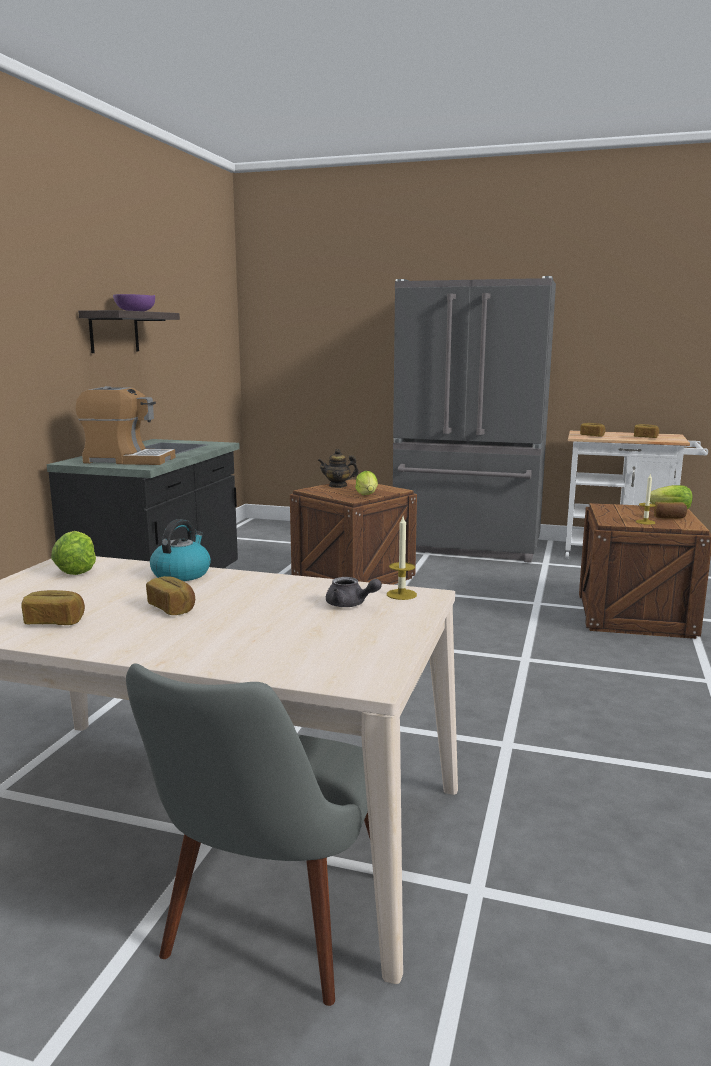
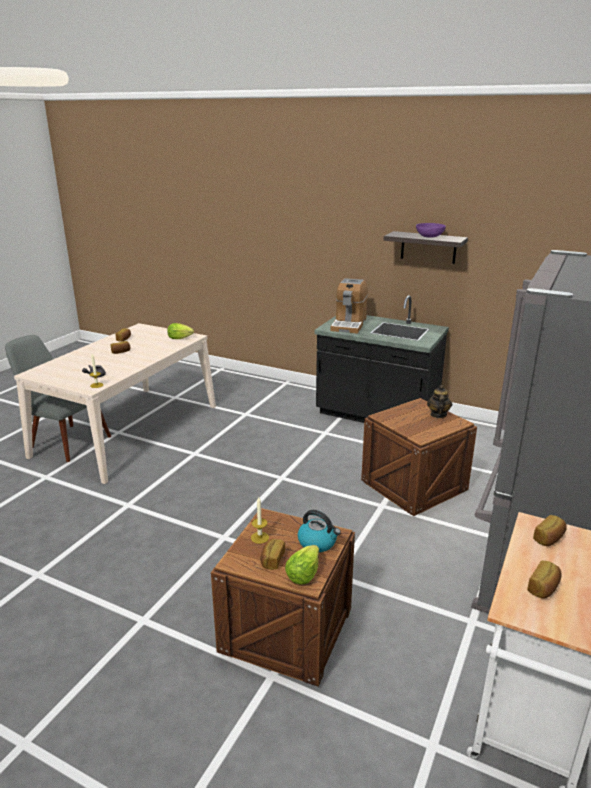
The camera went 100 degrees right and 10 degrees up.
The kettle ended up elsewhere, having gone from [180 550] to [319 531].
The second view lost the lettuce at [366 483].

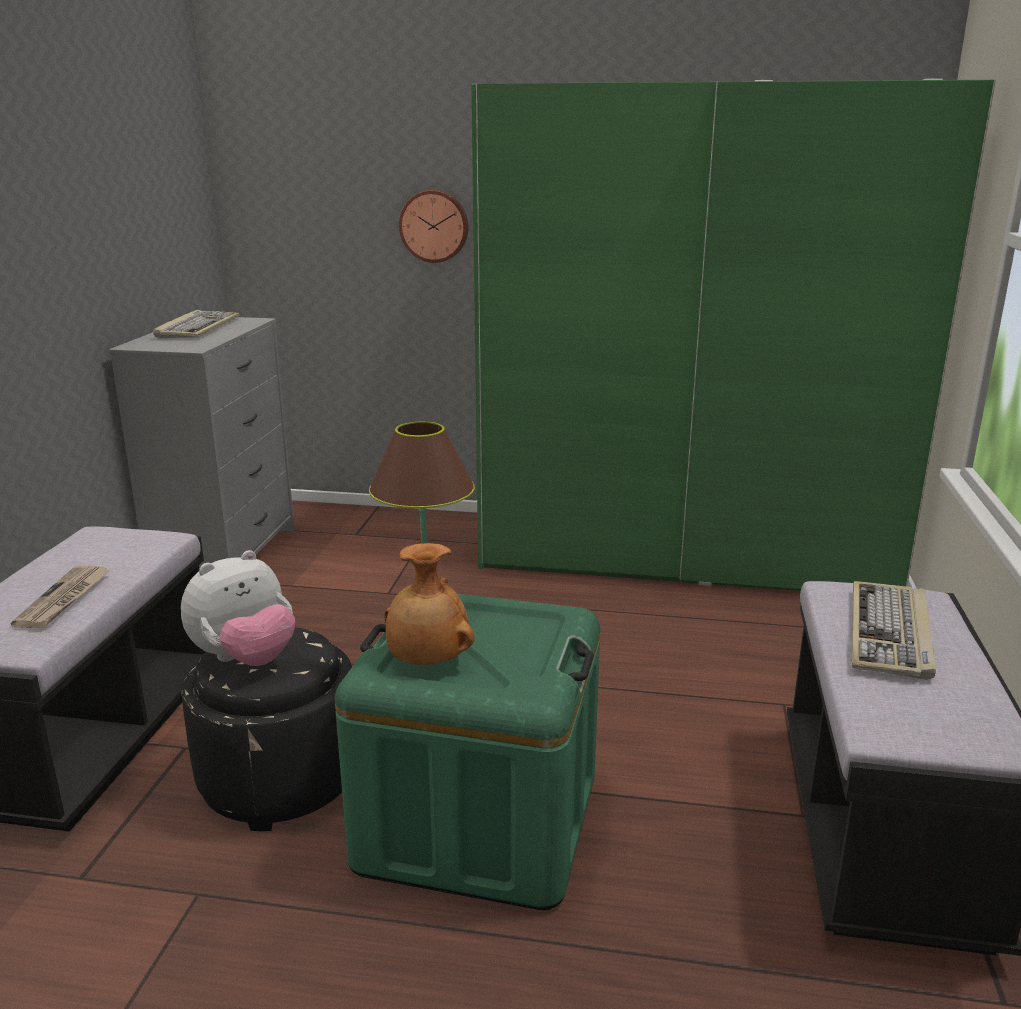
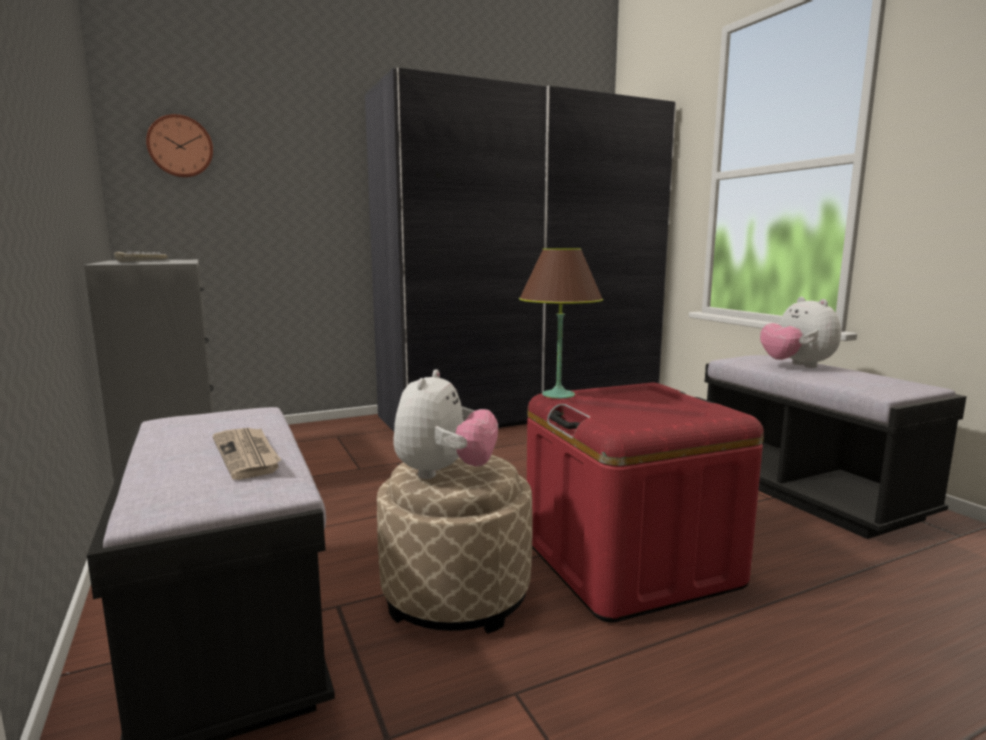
The camera went 35 degrees left and 10 degrees down.
The wall clock ended up elsewhere, having gone from [433 226] to [179 146].
What was the green wardrobe at [733 335] turned into the grey wardrobe at [520 249].
What was the black ottoman at [266 729] turned into the beige ottoman at [454 544].
What was the green storage box at [468 752] turned into the red storage box at [645 502].
Where the keyboard stood at [894 630], the plush toy came to stand at [800 332].
The second view lost the brown vase at [429 604].

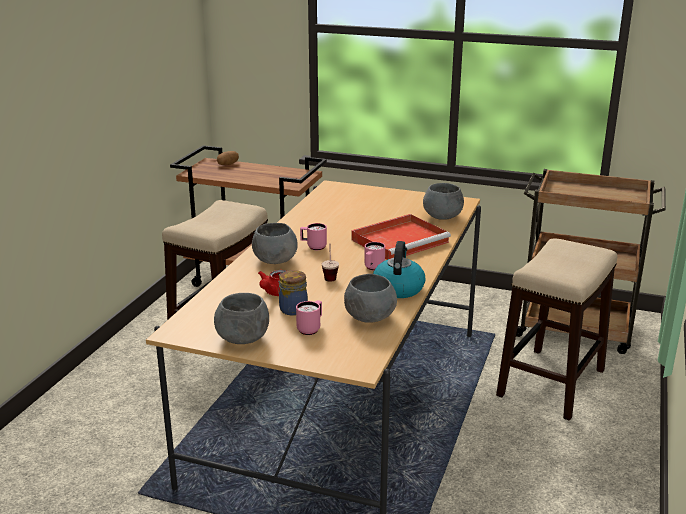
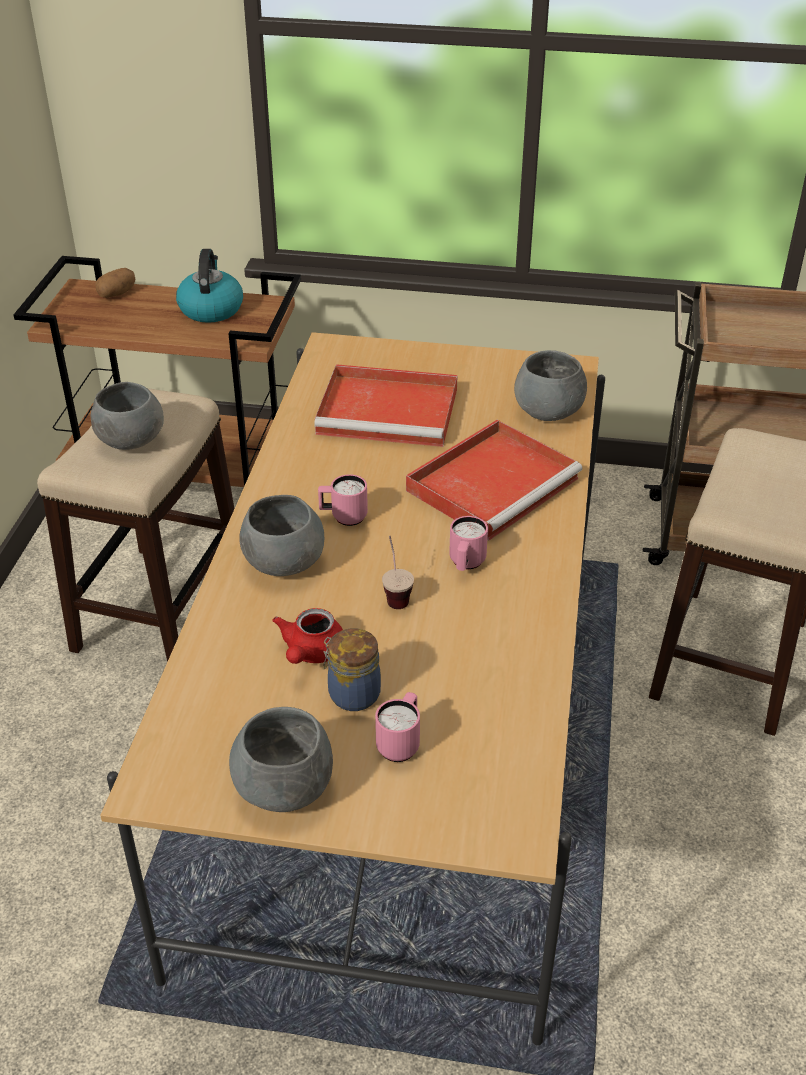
The camera went 10 degrees left and 15 degrees up.
The grey bowl ended up elsewhere, having gone from [370 298] to [127 416].
The kettle ended up elsewhere, having gone from [399 269] to [209 286].
The second view gained the red tray at [386 405].

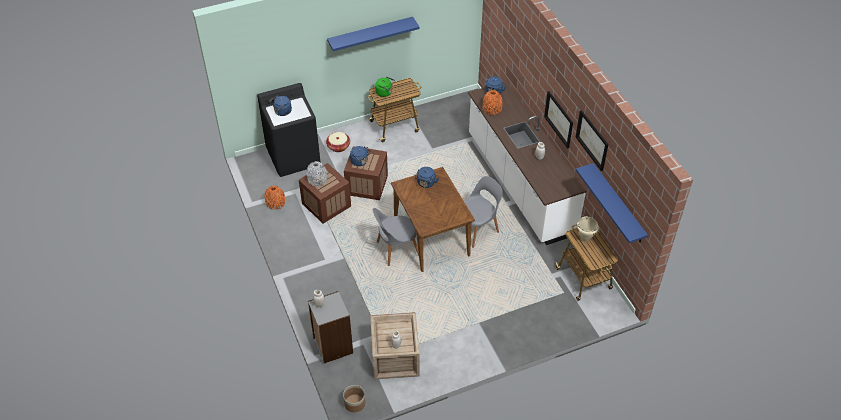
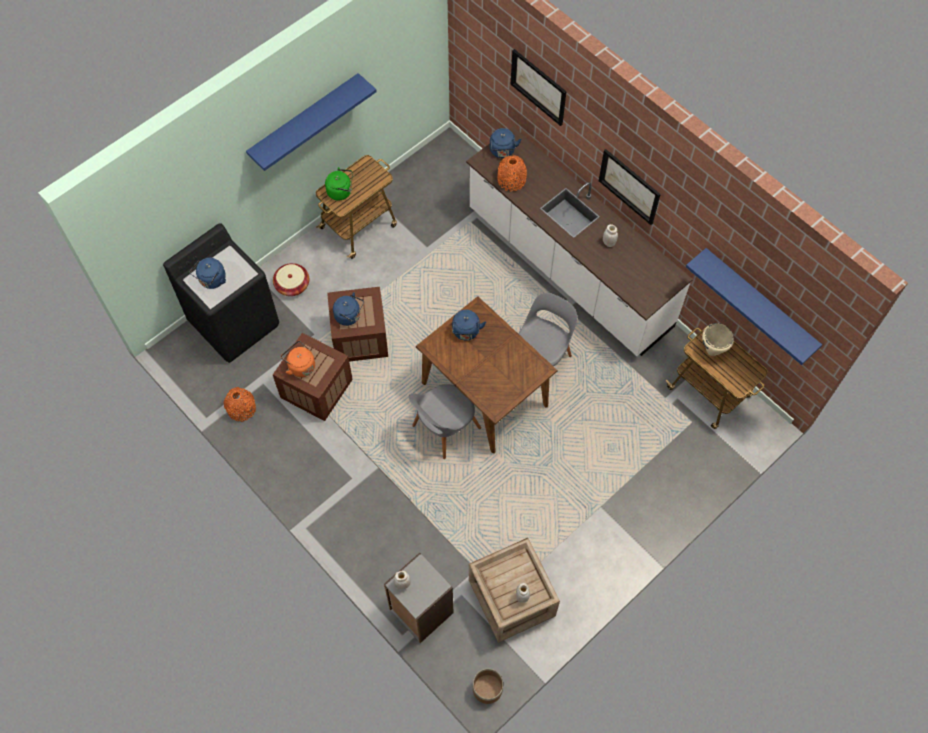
The camera went 20 degrees left and 15 degrees up.
Where the grey vase stood at [317 174], the orange kettle came to stand at [298 359].
The picture ended up elsewhere, having gone from [592 140] to [538 87].

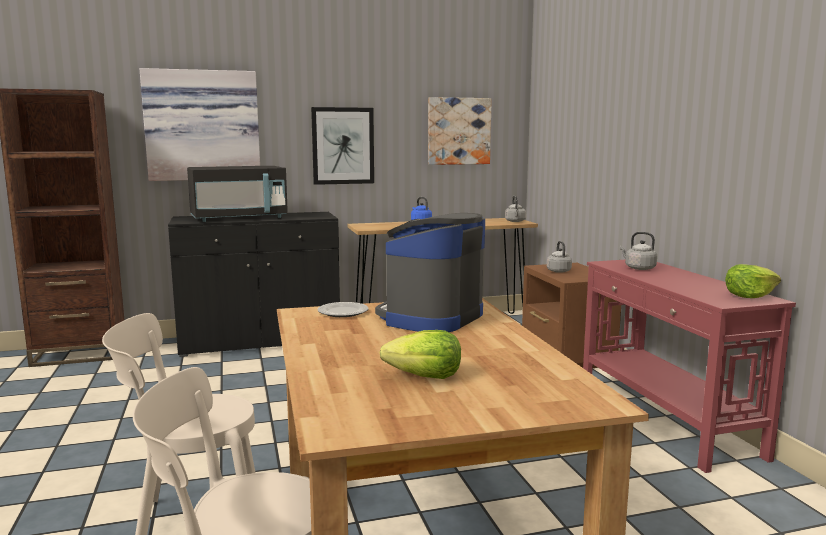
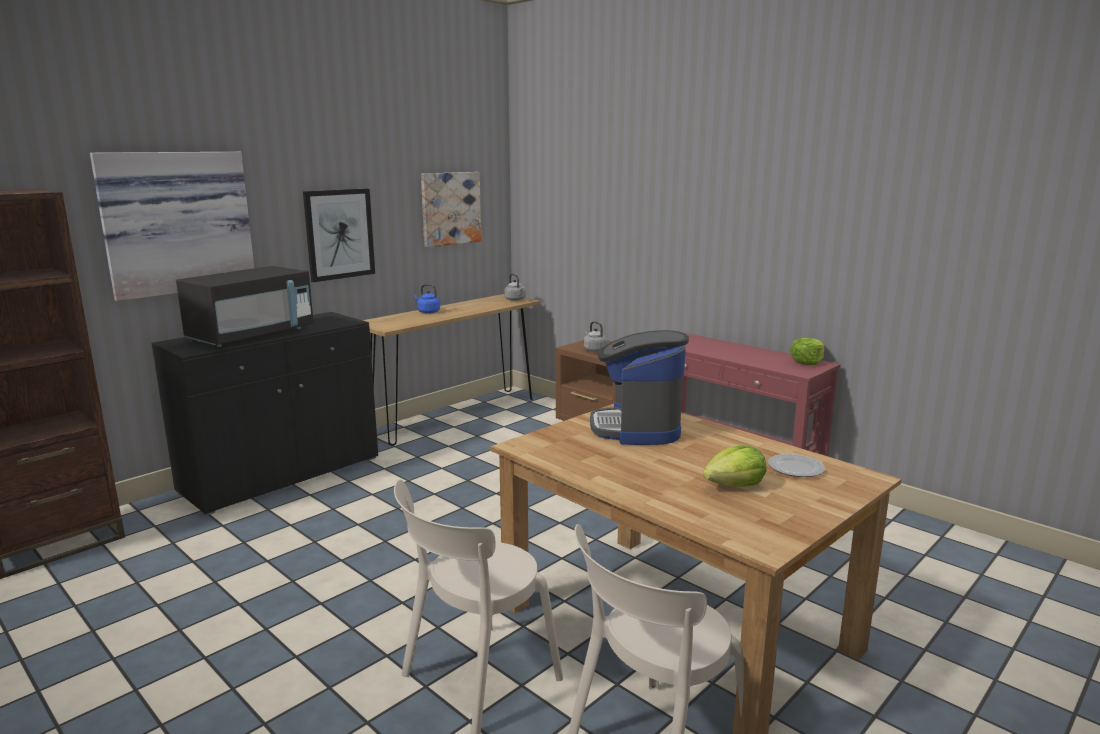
The camera went 30 degrees left and 5 degrees up.
The plate ended up elsewhere, having gone from [342 309] to [796 465].
The second view lost the grey kettle at [638 251].

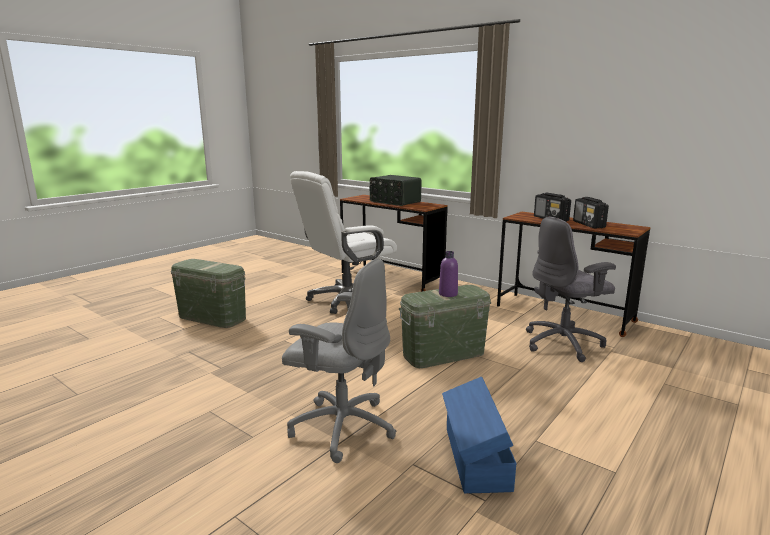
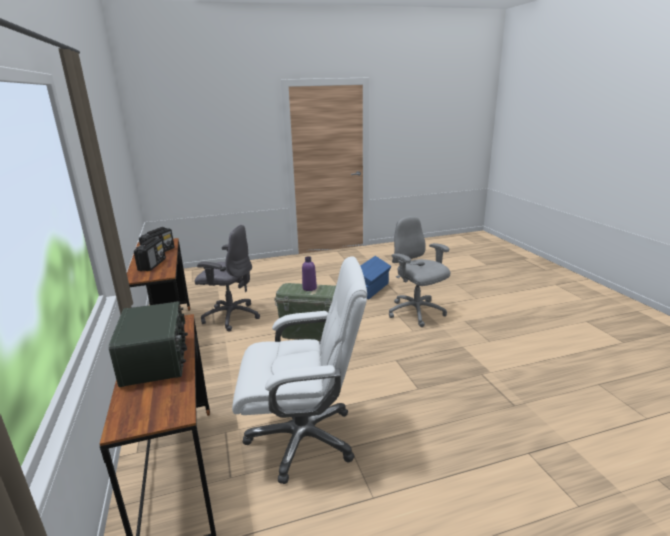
The camera went 145 degrees left and 5 degrees up.
The second view lost the green storage box at [208 293].

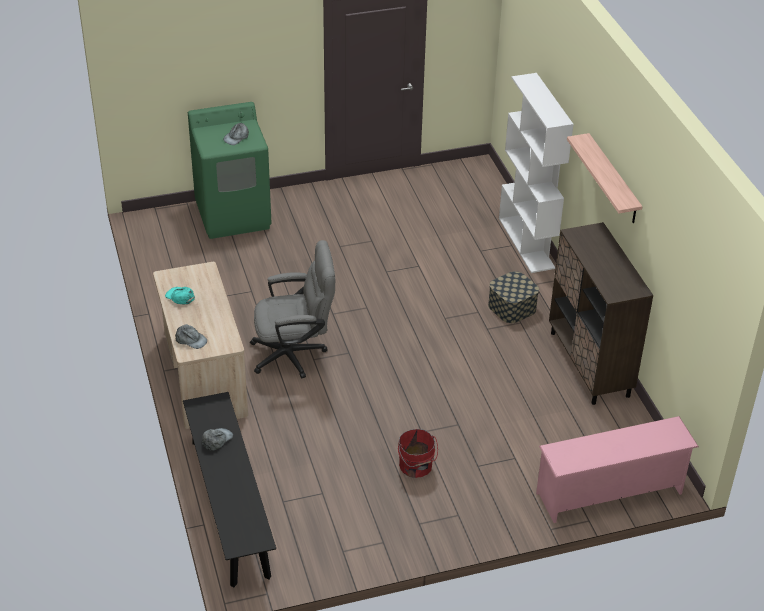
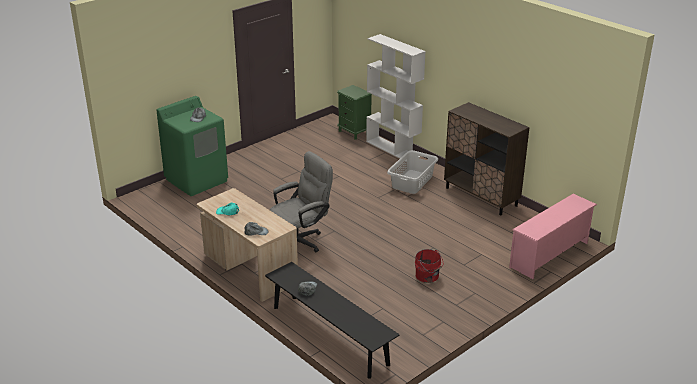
The camera went 25 degrees left and 10 degrees down.
The second view gained the green nightstand at [354 112].
Where the storage box stood at [513 297], the grey laundry basket came to stand at [412 172].
The second view lost the shelf at [604 178].

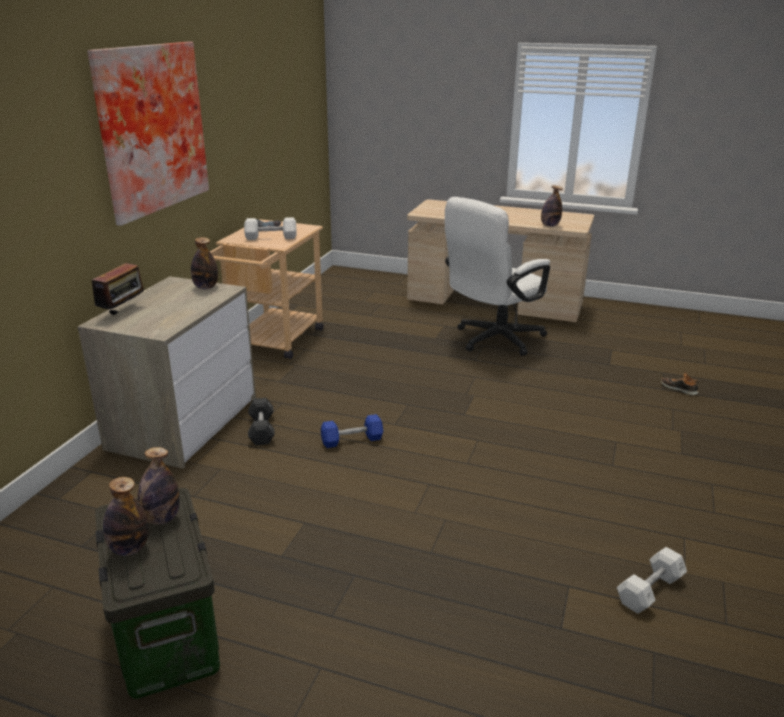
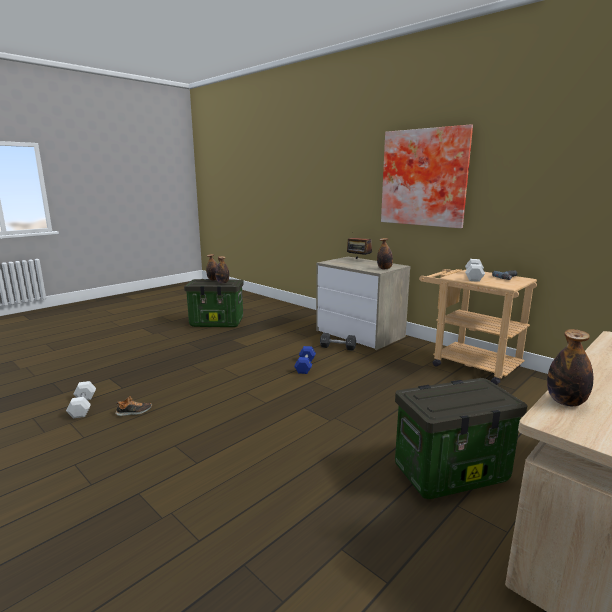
The camera went 115 degrees right and 10 degrees down.
The shoe ended up elsewhere, having gone from [680 384] to [133 406].
Where the white office chair stood at [497 276], the storage box came to stand at [461 438].

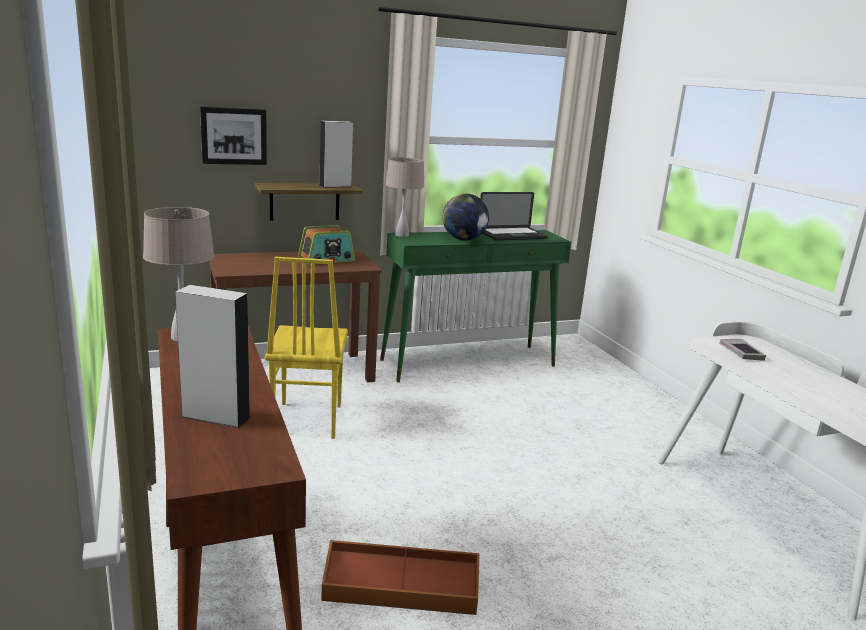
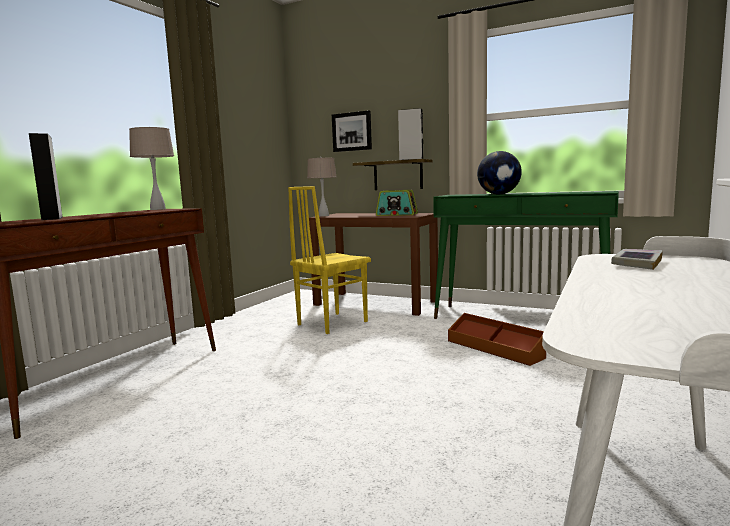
The camera went 50 degrees right and 10 degrees down.
The beige table lamp ended up elsewhere, having gone from [404 197] to [321 187].
The brown storage box ended up elsewhere, having gone from [400 577] to [497 339].
The second view lost the laptop at [514 216].

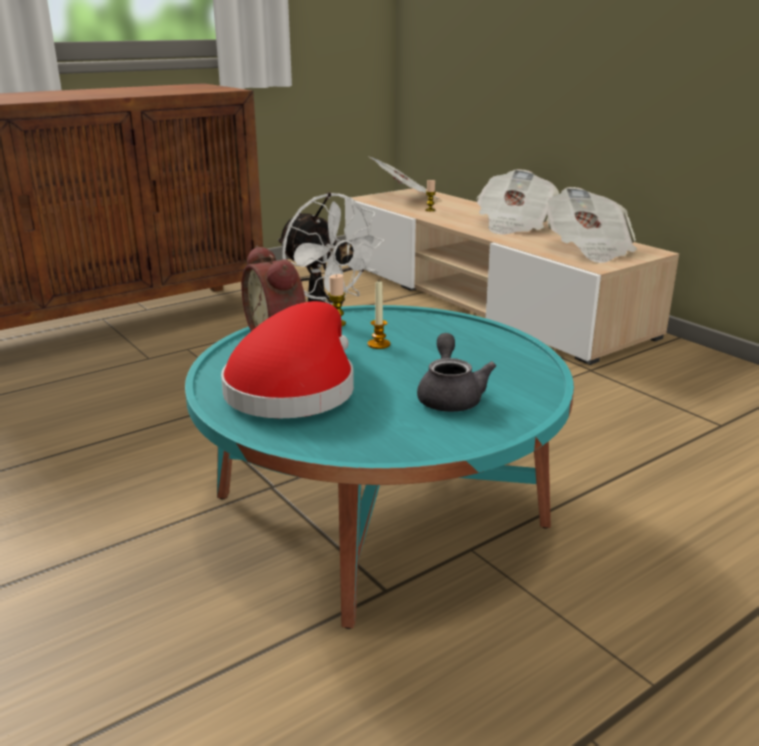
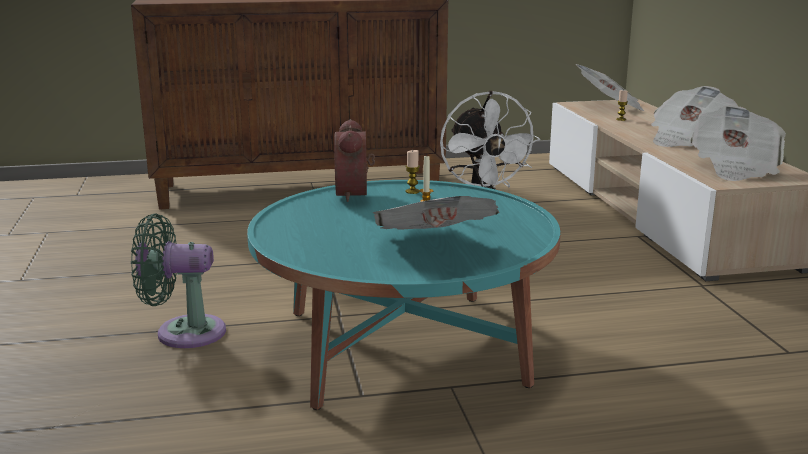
The camera went 25 degrees right and 5 degrees down.
The second view gained the green fan at [178 281].
Where the grey teapot stood at [456 372], the newspaper came to stand at [436 213].
The second view lost the red hat at [287 359].

